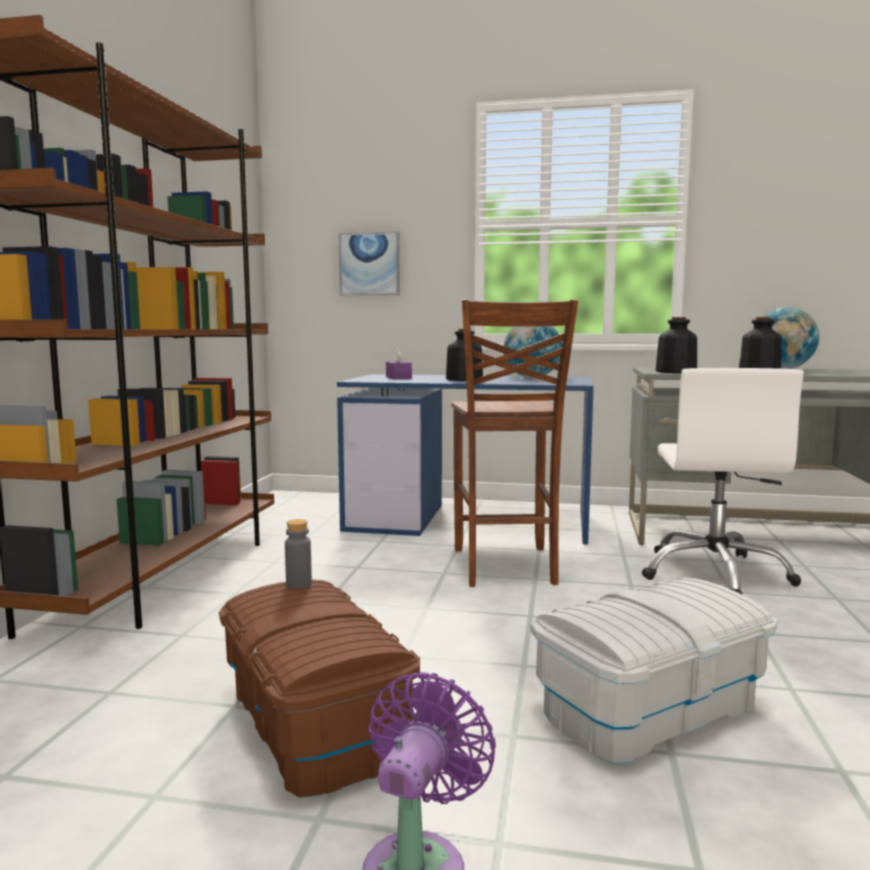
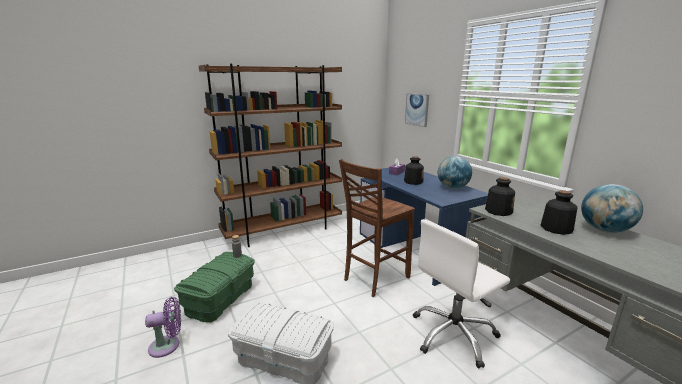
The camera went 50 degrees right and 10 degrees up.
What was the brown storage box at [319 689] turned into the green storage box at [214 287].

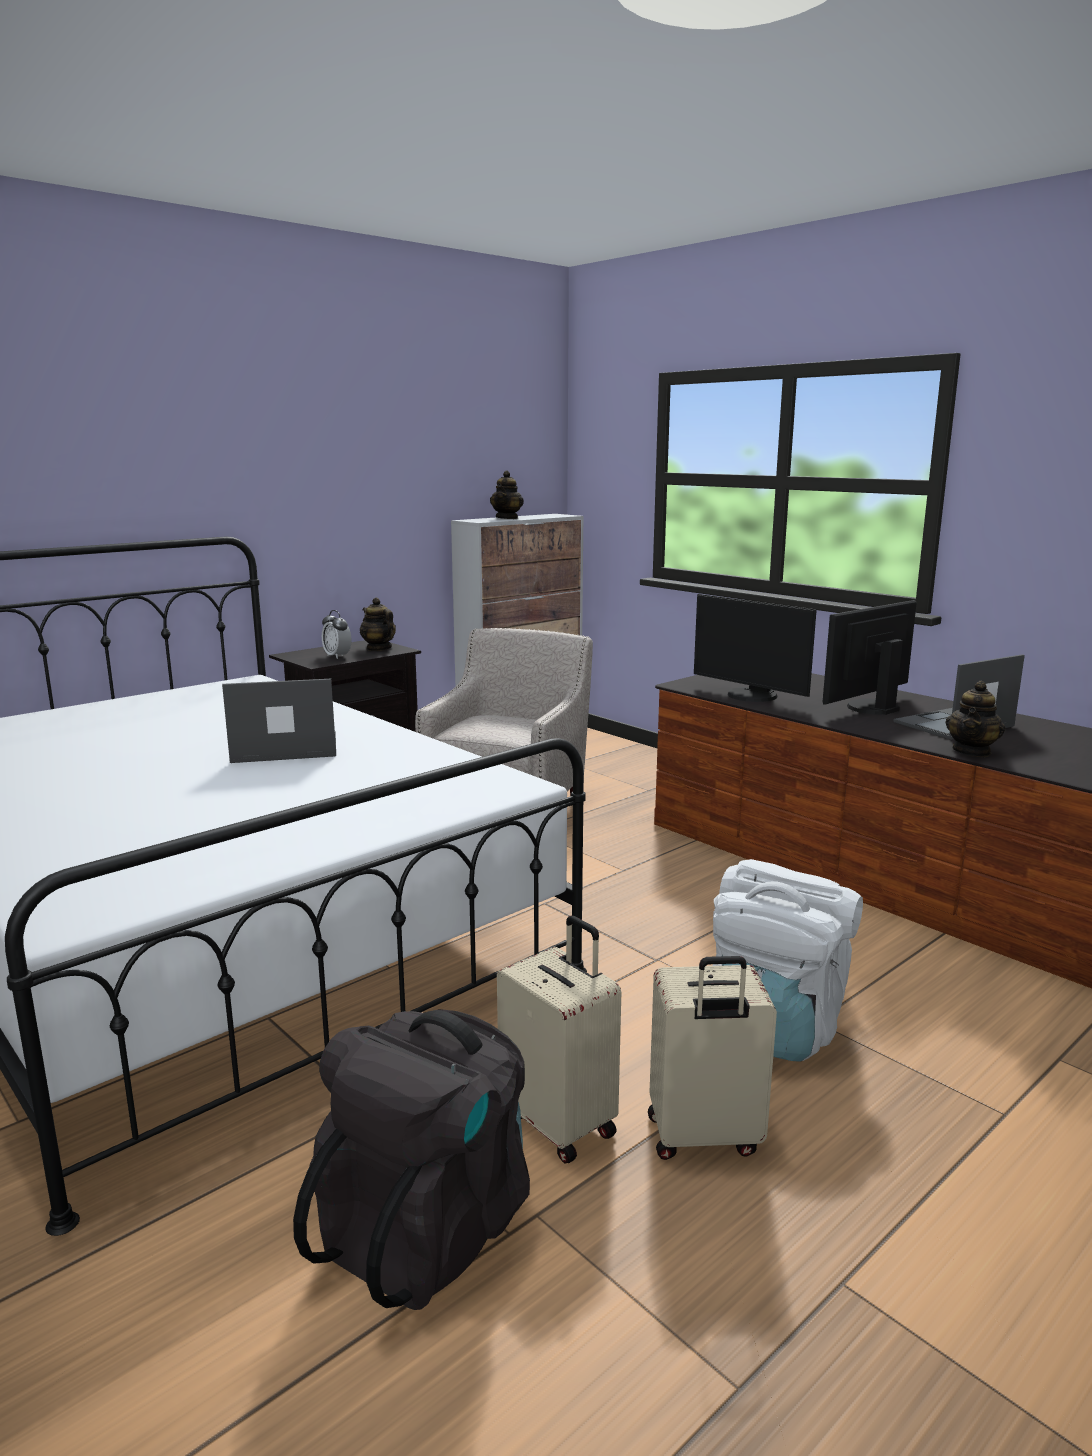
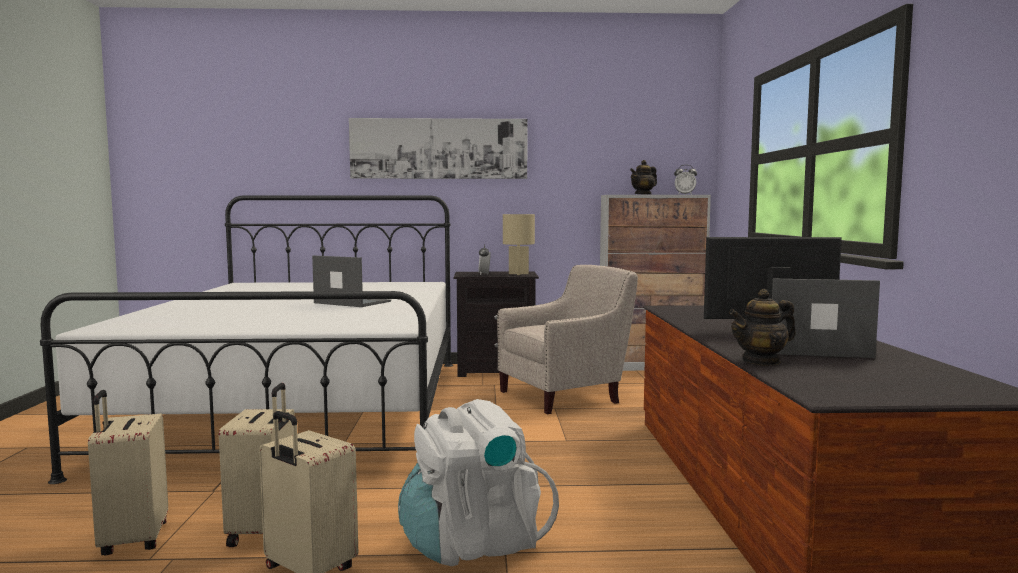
The camera went 40 degrees right and 10 degrees down.
Where the black backpack stood at [411 1159], the beige suitcase came to stand at [128 472].
The second view gained the picture at [438 148].
Where the teapot stood at [378 624], the beige table lamp came to stand at [519 244].
The second view gained the alarm clock at [685 180].
The second view lost the monitor at [755 648].

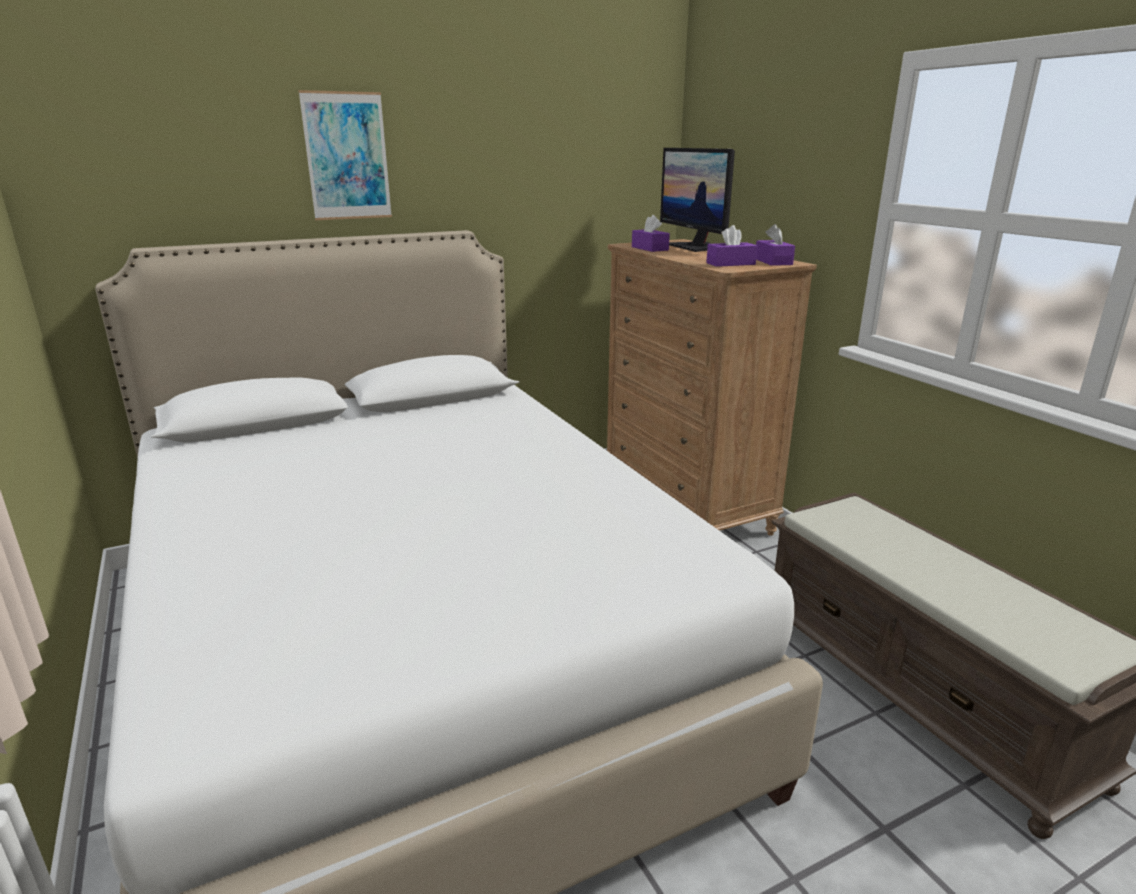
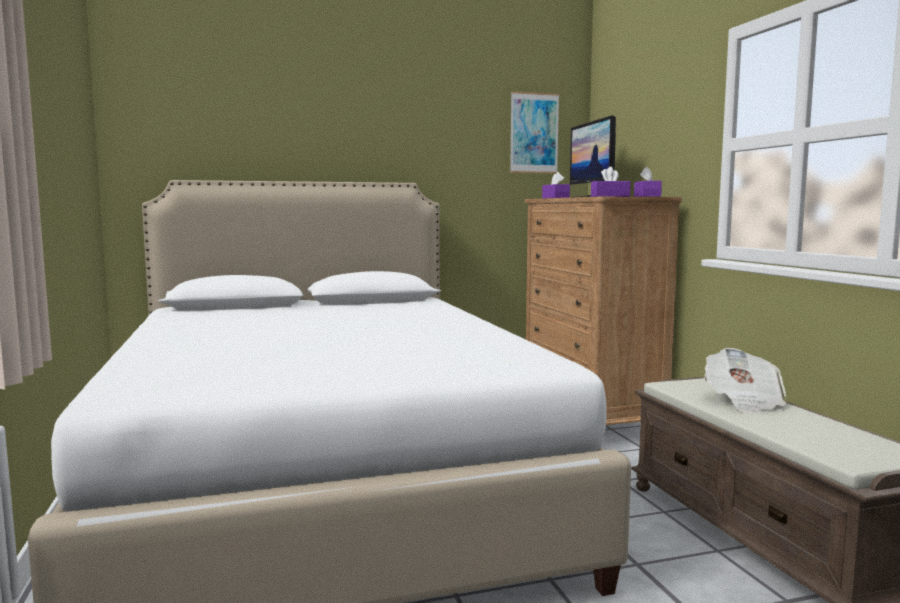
The camera went 10 degrees right and 15 degrees down.
The picture ended up elsewhere, having gone from [345 155] to [534 132].
The second view gained the newspaper at [745 380].

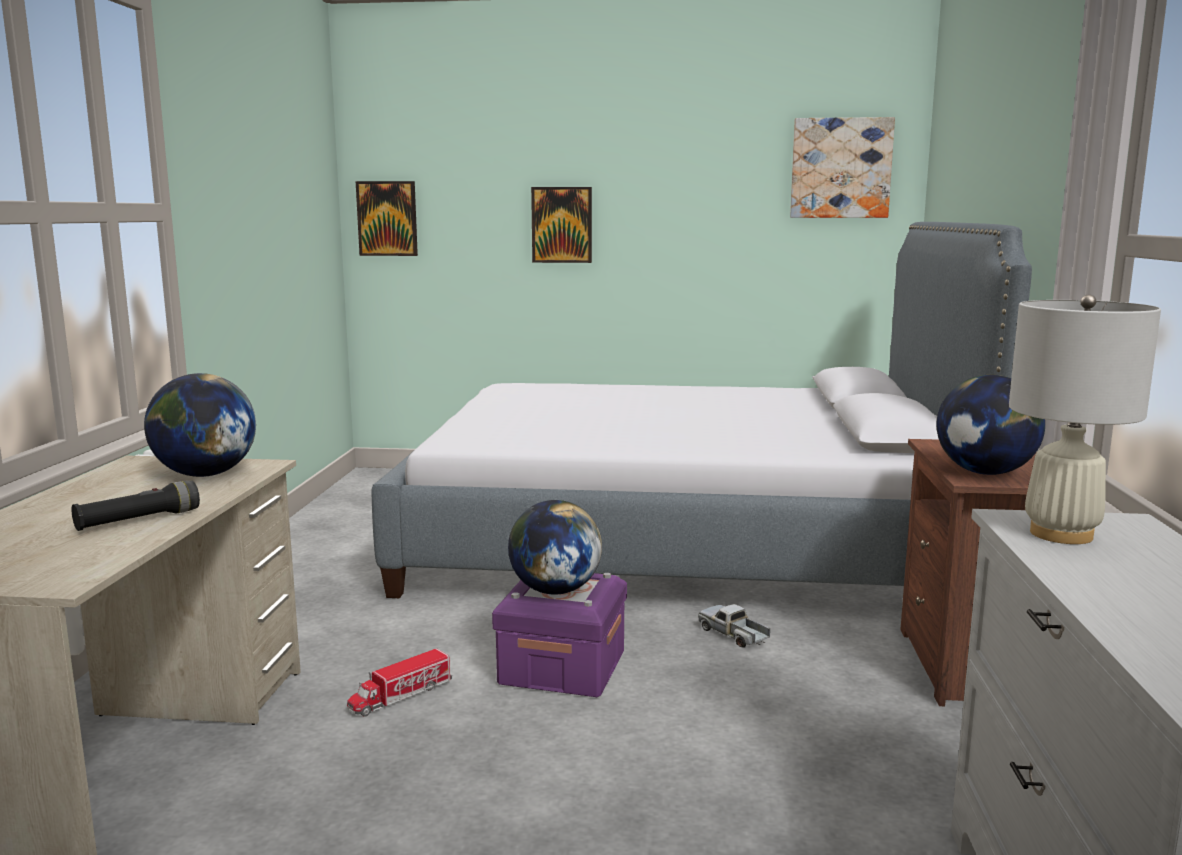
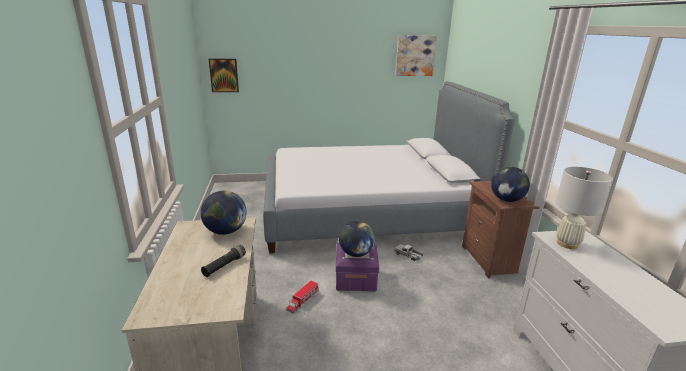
The camera went 15 degrees left and 10 degrees up.
The second view lost the picture at [561 225].

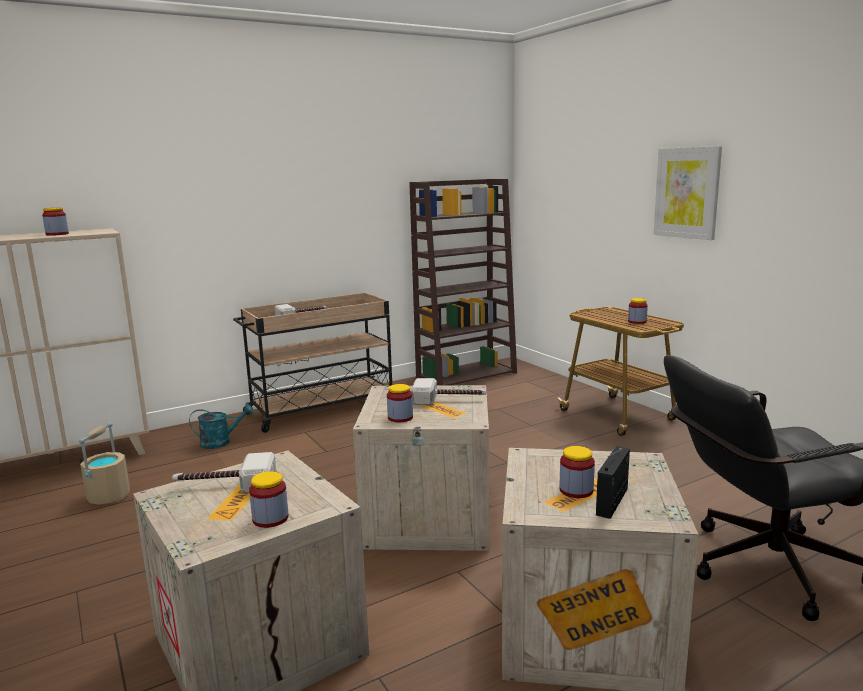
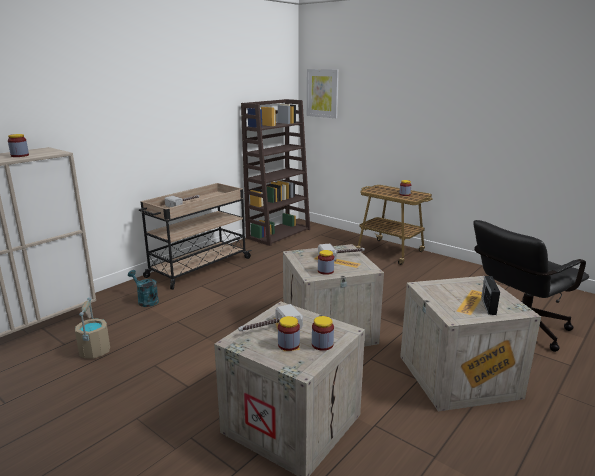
The camera went 20 degrees left and 5 degrees up.
The turquoise watering can at [221 426] ended up facing another way, 105 degrees counterclockwise from before.
The jar ended up elsewhere, having gone from [577 472] to [289 333].
The picture ended up elsewhere, having gone from [687 193] to [323 93].

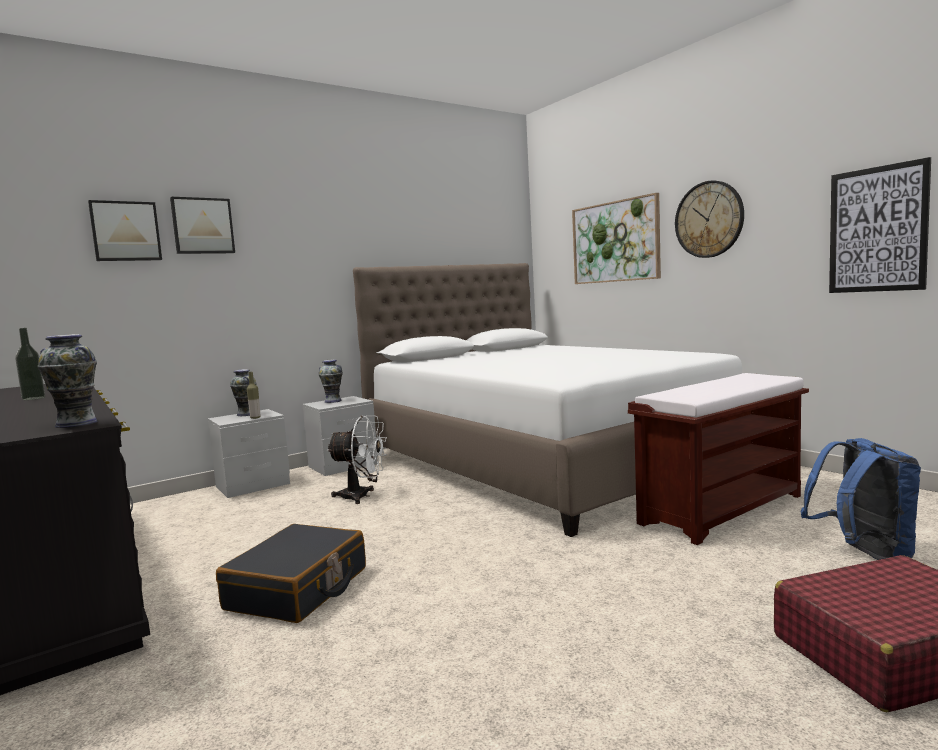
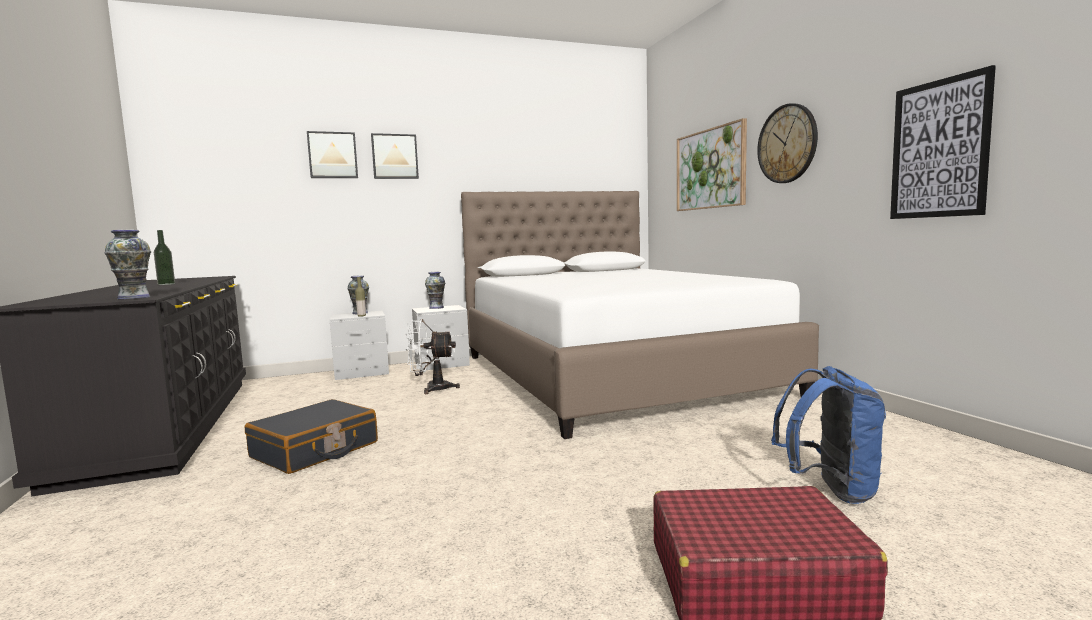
The camera went 15 degrees right and 0 degrees up.
The picture ended up elsewhere, having gone from [125 230] to [395 156].
The white fan at [357 460] ended up facing another way, 150 degrees clockwise from before.
The second view lost the brown bench at [718 459].

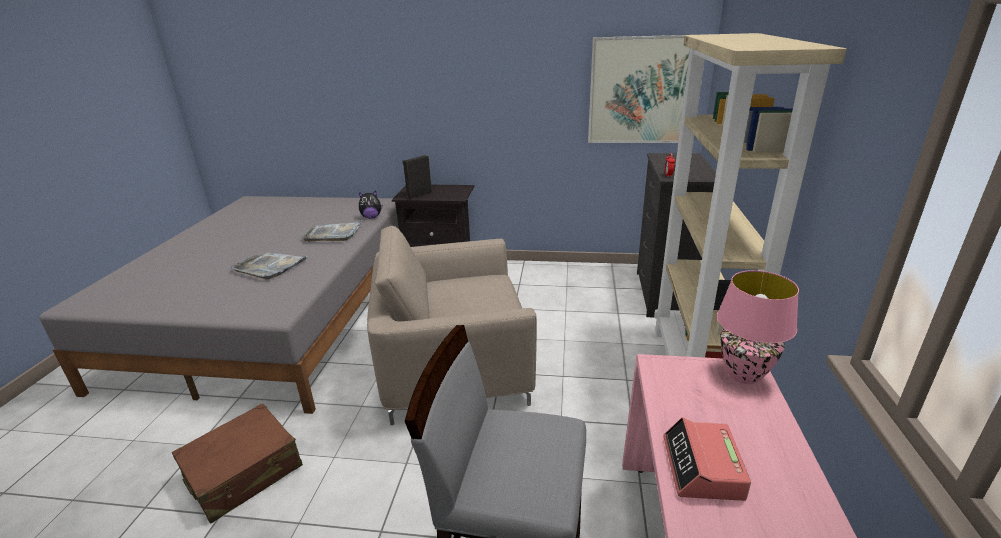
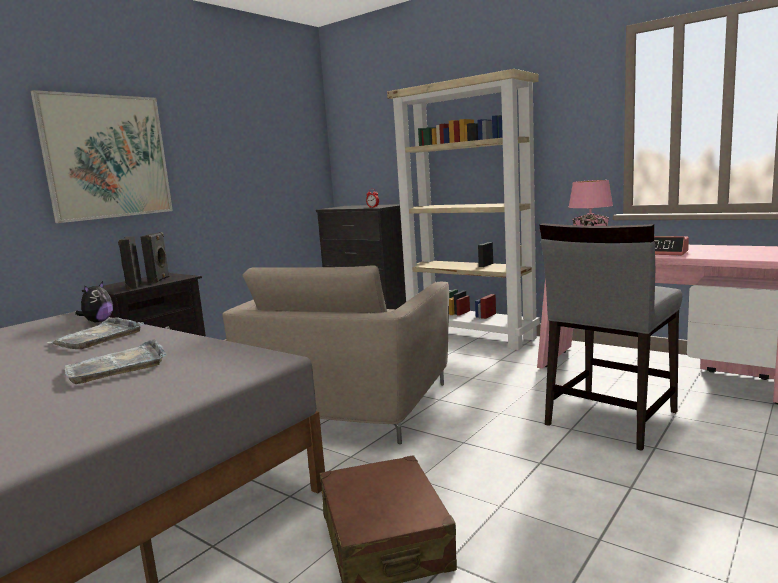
The camera went 60 degrees left and 15 degrees down.
The picture ended up elsewhere, having gone from [639 89] to [102 156].
The second view gained the black speaker at [155 257].

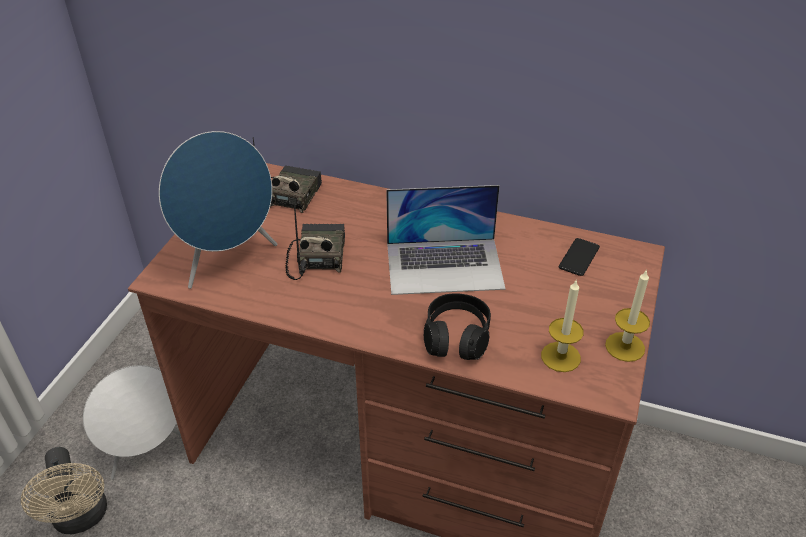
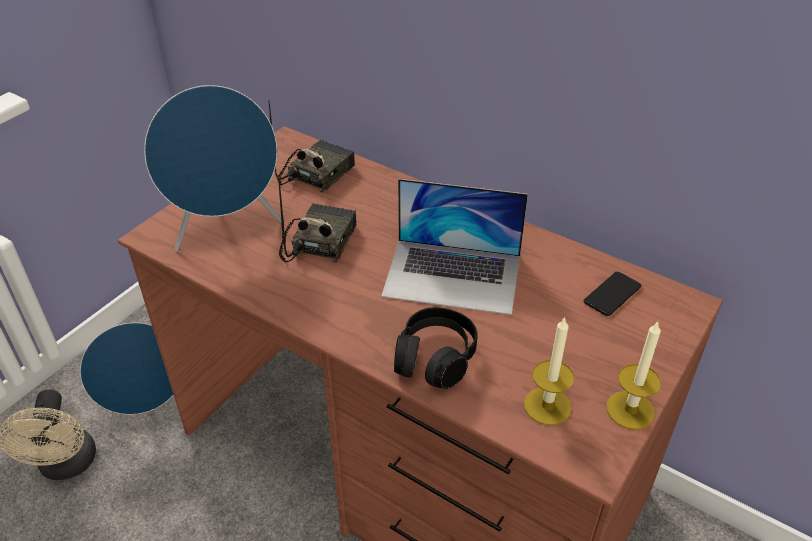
The camera went 15 degrees right and 0 degrees up.
What was the white speaker at [132 422] turned into the blue speaker at [127 378].

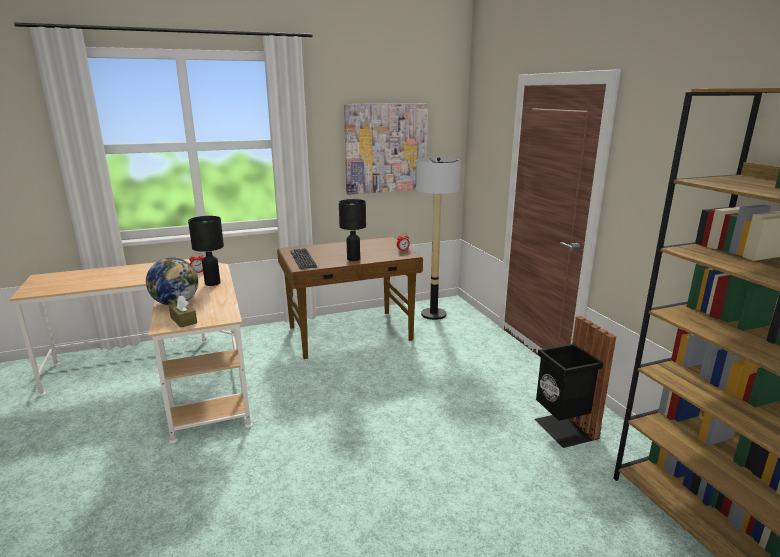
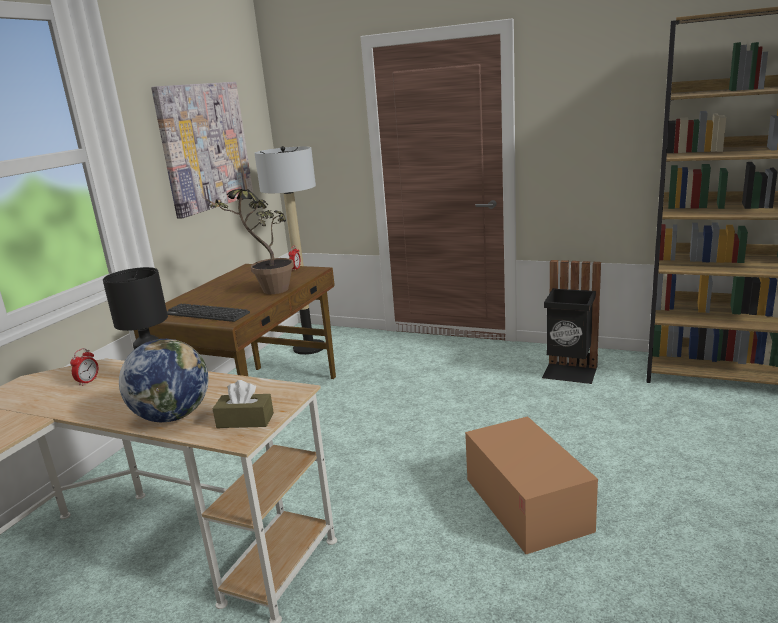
The camera went 45 degrees left and 0 degrees up.
Where the black table lamp stood at [352 230], the potted plant came to stand at [249 241].
The second view gained the cardboard box at [531 485].

